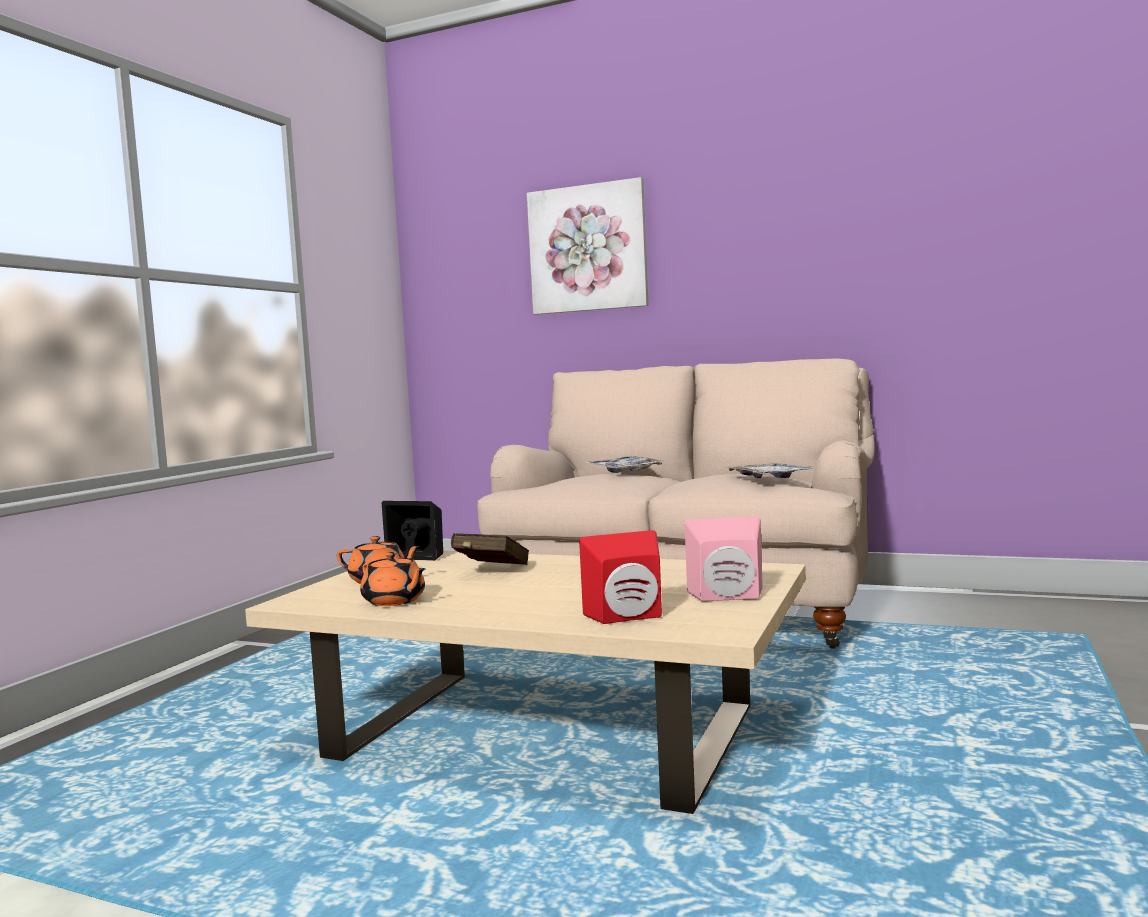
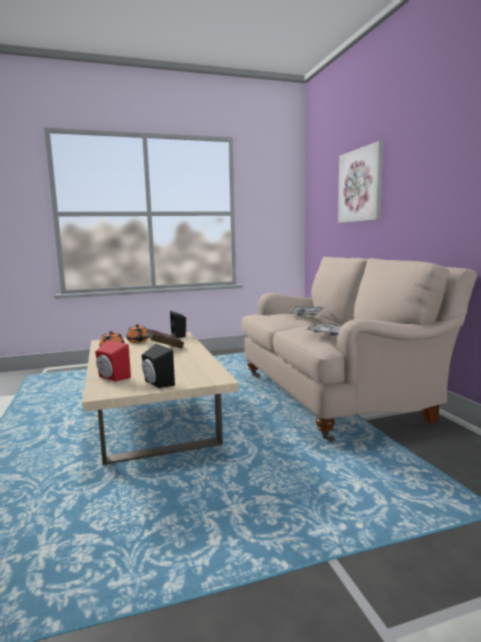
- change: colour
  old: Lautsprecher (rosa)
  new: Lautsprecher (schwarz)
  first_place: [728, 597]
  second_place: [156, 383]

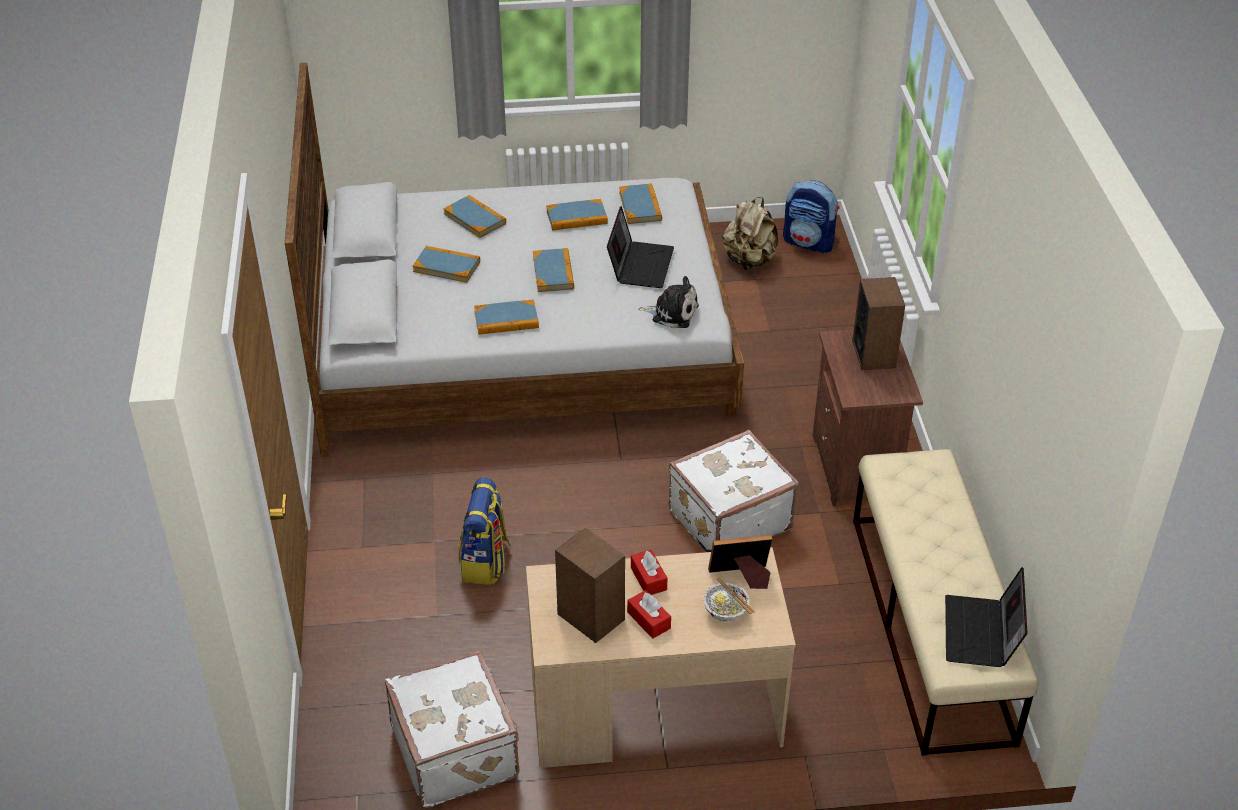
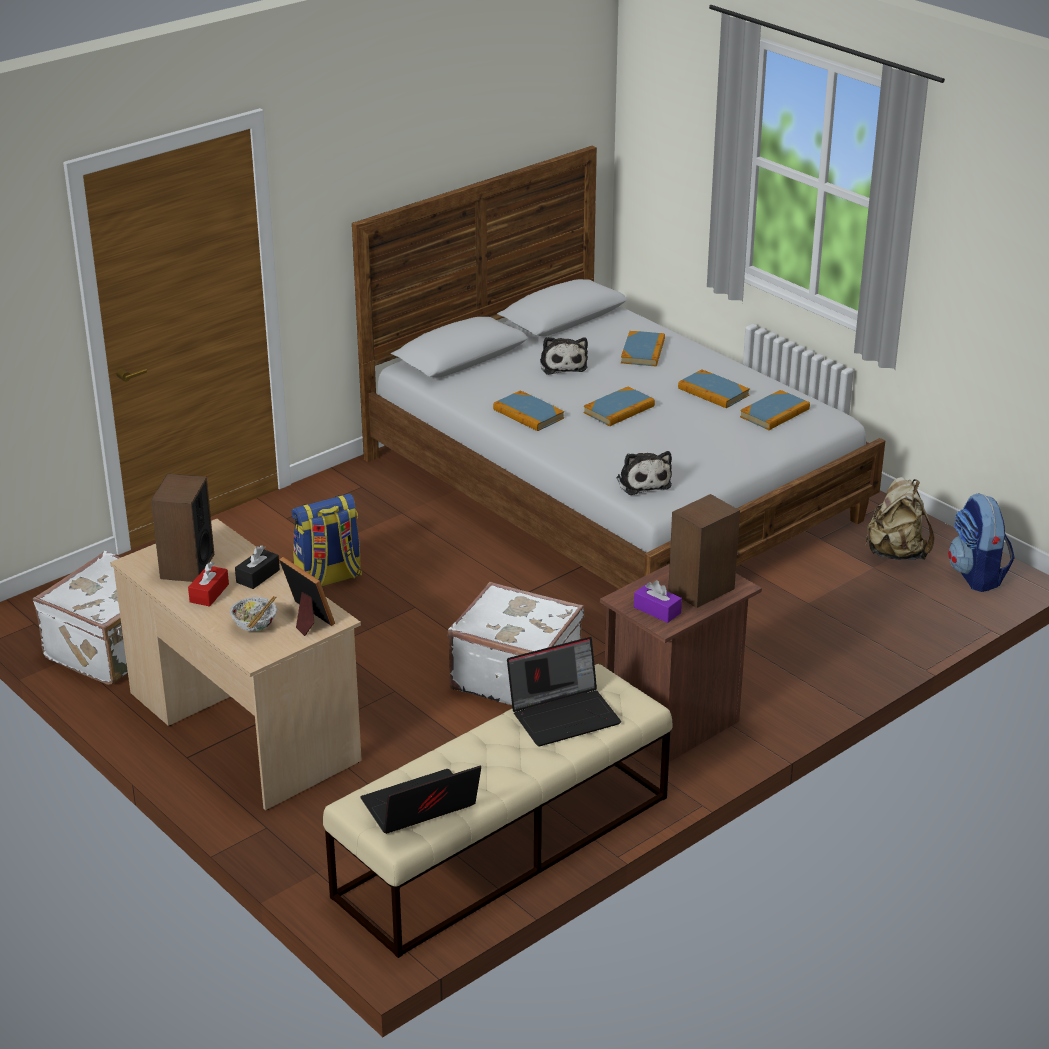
- change: appeared
  new: Taschentuchbox (lila)
  second_place: [657, 610]
- change: relocated
  old: Laptop
  first_place: [640, 264]
  second_place: [564, 714]
- change: exchanged
  old: Buch
  new: Plüschtier
  first_place: [446, 266]
  second_place: [562, 365]
- change: colour
  old: Taschentuchbox (rot)
  new: Taschentuchbox (schwarz)
  first_place: [648, 579]
  second_place: [258, 576]

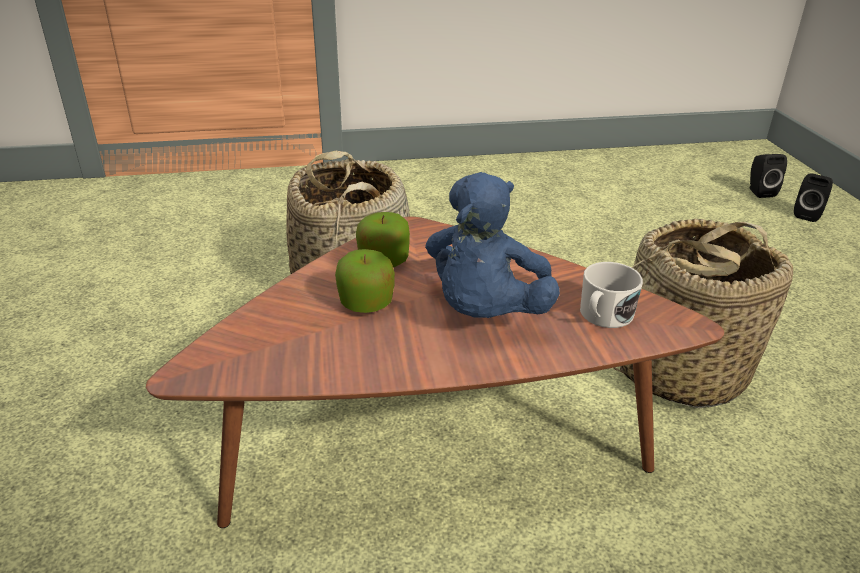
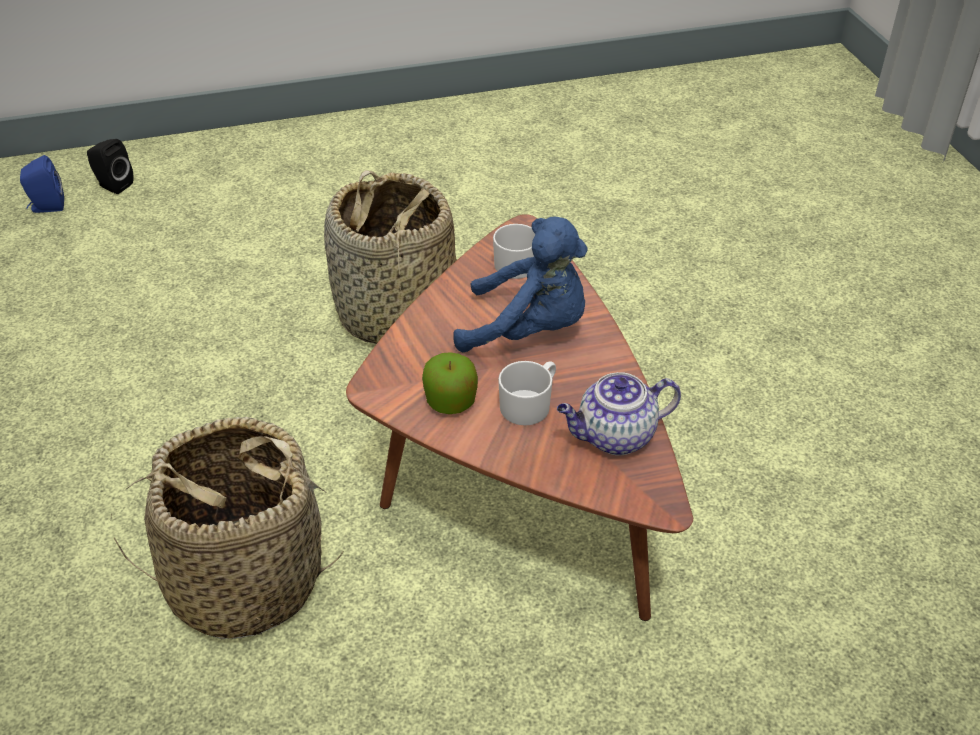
- change: appeared
  new: Teekanne
  second_place: [614, 437]
- change: exchanged
  old: Apfel
  new: Henkelbecher (weiß)
  first_place: [366, 303]
  second_place: [529, 404]
- change: colour
  old: Lautsprecher (schwarz)
  new: Lautsprecher (blau)
  first_place: [759, 192]
  second_place: [46, 207]

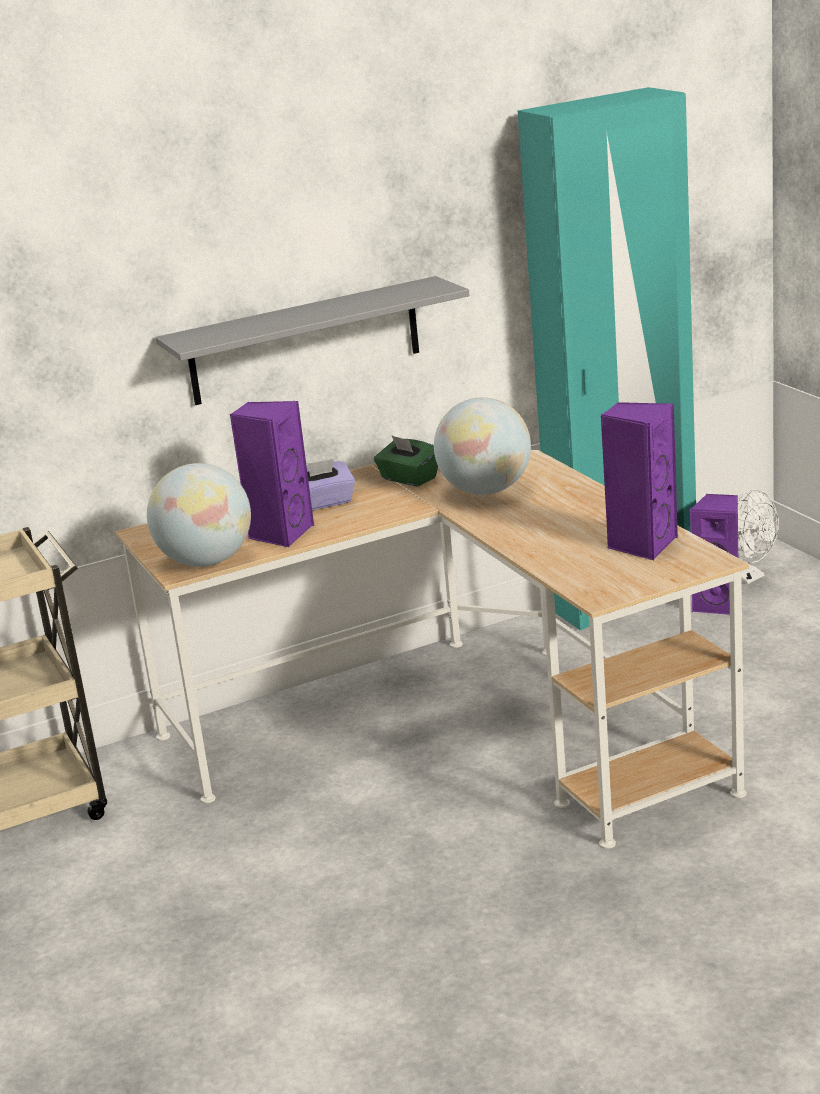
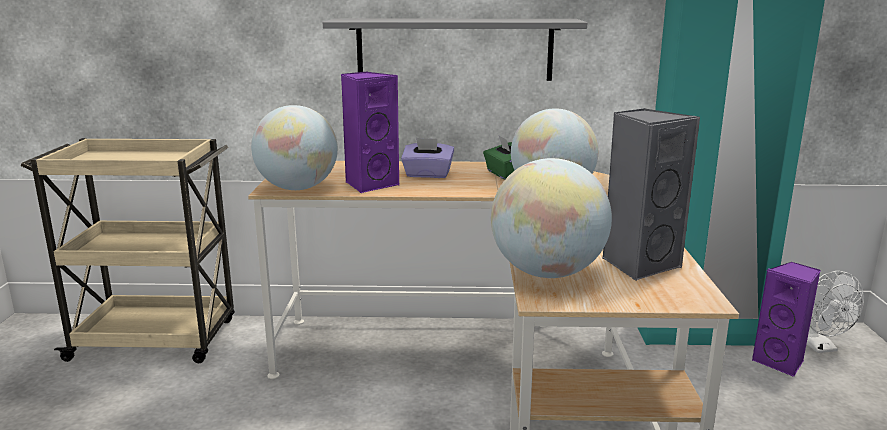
- change: appeared
  new: Globus
  second_place: [547, 273]
- change: colour
  old: Lautsprecher (lila)
  new: Lautsprecher (grau)
  first_place: [641, 544]
  second_place: [638, 264]

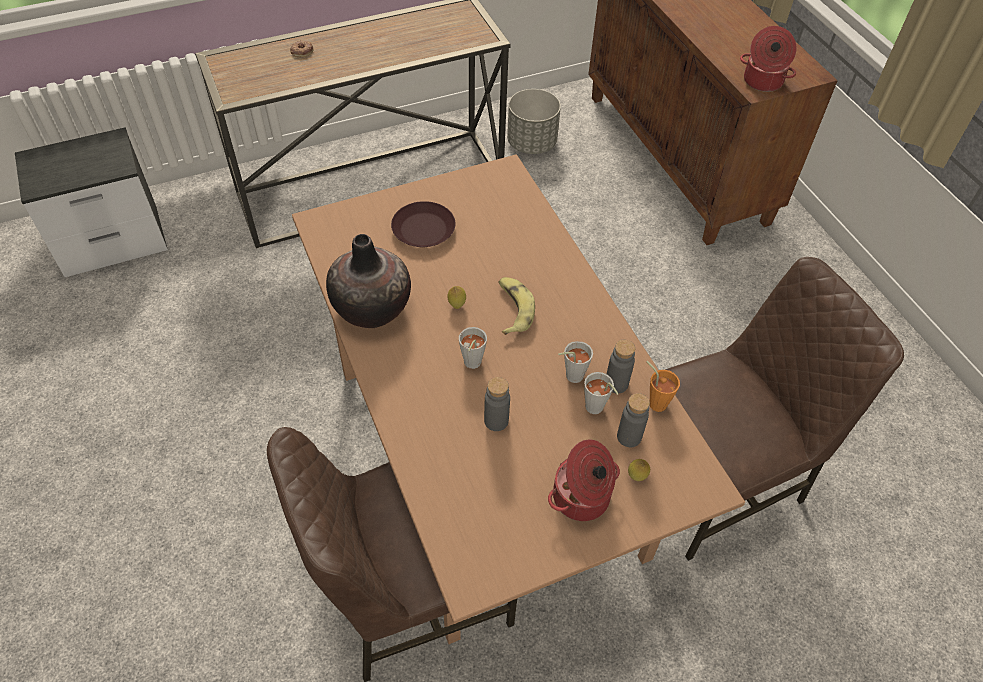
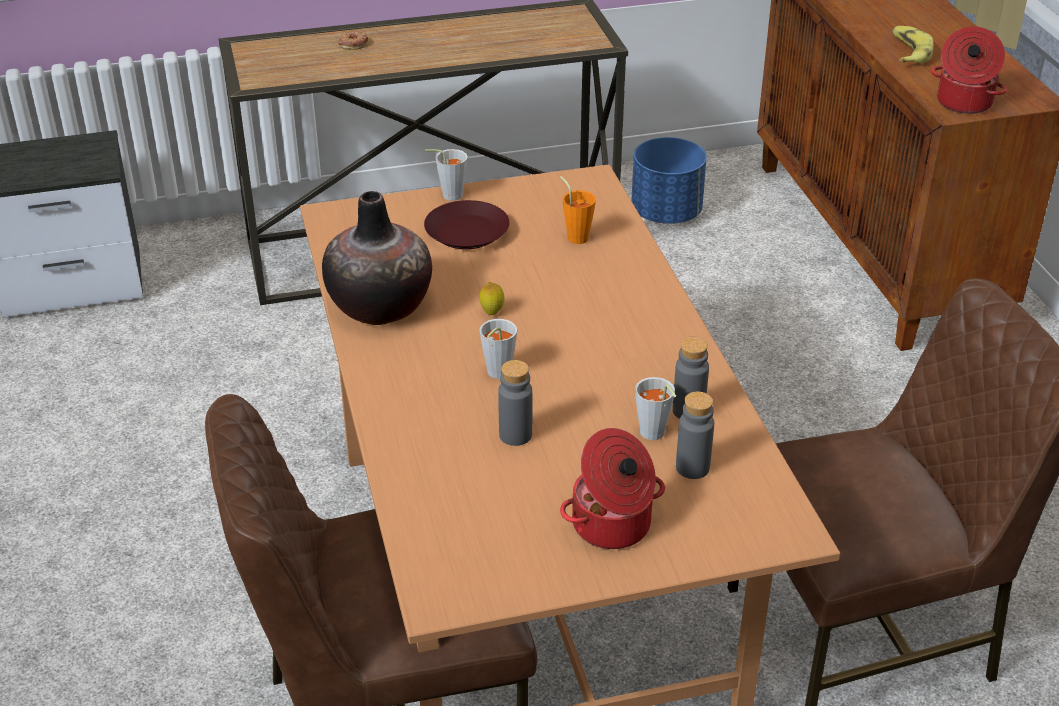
- change: missing
  old: Zitrone
  first_place: [636, 477]
- change: relocated
  old: Banane
  first_place: [513, 309]
  second_place: [908, 52]
- change: relocated
  old: Tasse (grau)
  first_place: [570, 376]
  second_place: [447, 195]
- change: relocated
  old: Tasse (orange)
  first_place: [655, 401]
  second_place: [575, 235]
- change: colour
  old: Pflanzkübel (grau)
  new: Pflanzkübel (blau)
  first_place: [531, 143]
  second_place: [666, 213]

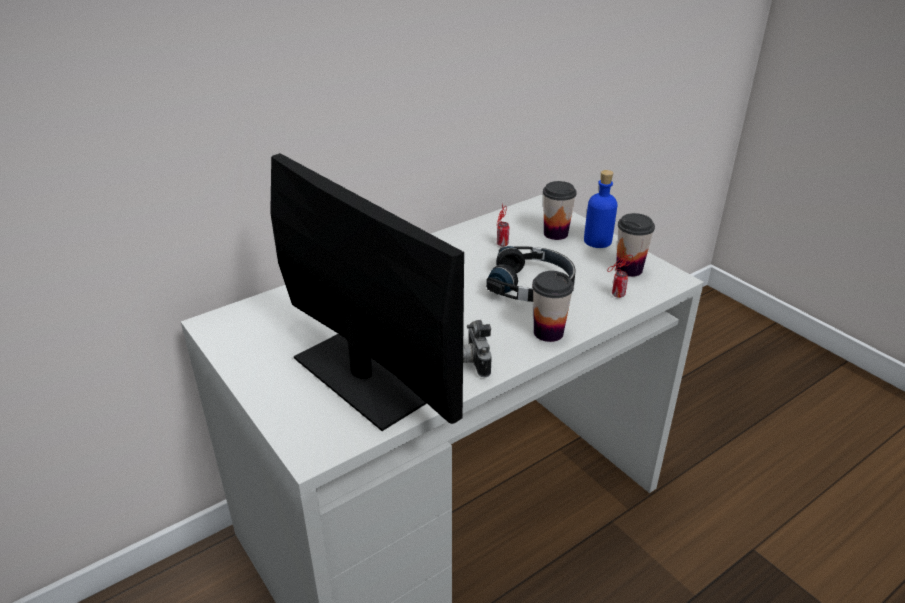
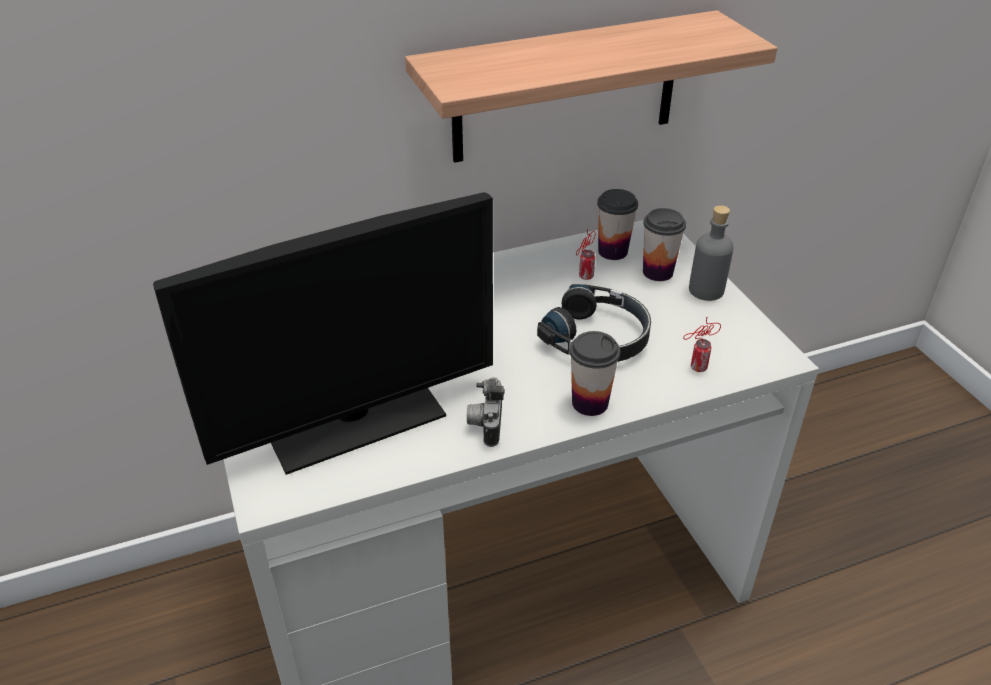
- change: appeared
  new: Wandregal
  second_place: [566, 88]
- change: relocated
  old: Tasse
  first_place: [629, 269]
  second_place: [612, 251]
- change: colour
  old: Flasche (blau)
  new: Flasche (grau)
  first_place: [597, 241]
  second_place: [706, 290]
- change: spun
  old: Monitor
  first_place: [362, 377]
  second_place: [354, 420]
  degrees: 90

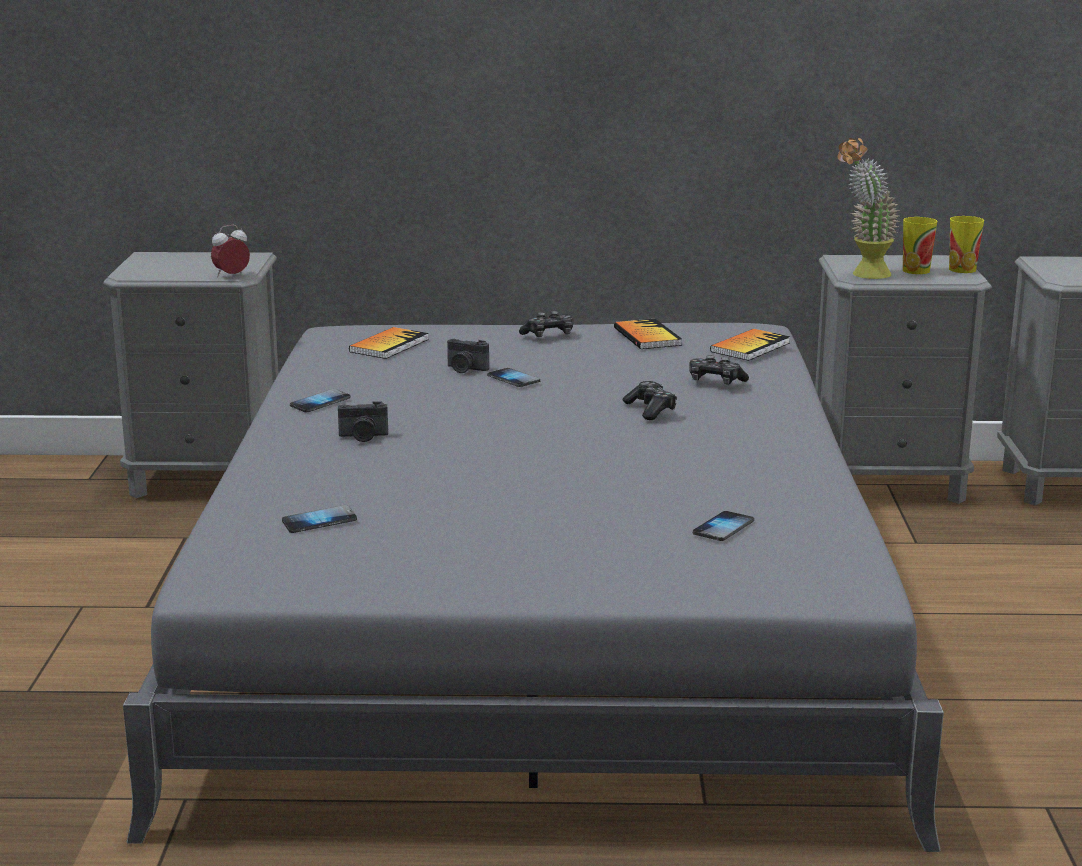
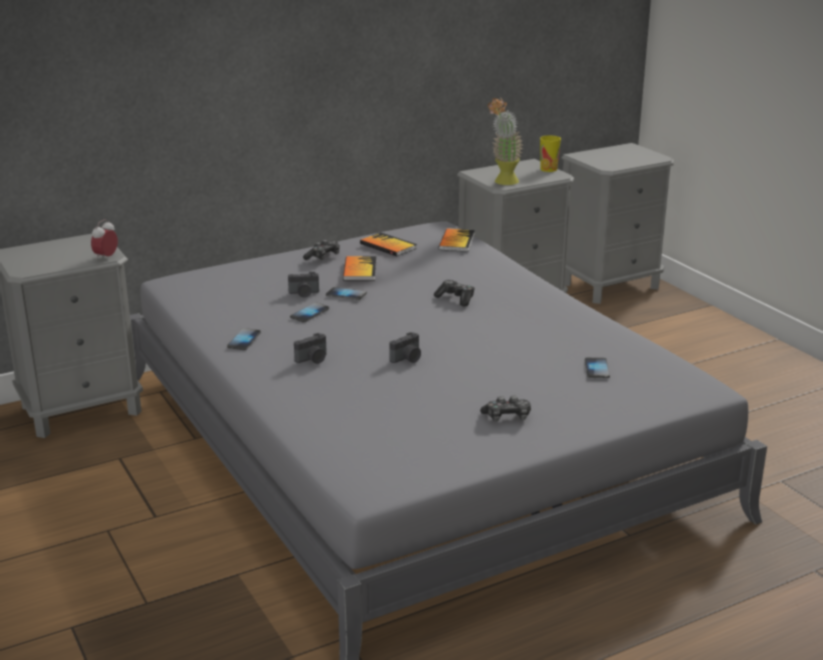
- change: missing
  old: Tasse
  first_place: [916, 270]
- change: appeared
  new: Kamera
  second_place: [407, 359]
- change: relocated
  old: Handy
  first_place: [319, 521]
  second_place: [309, 313]
- change: relocated
  old: Buch
  first_place: [389, 345]
  second_place: [360, 270]
- change: relocated
  old: Gamepad
  first_place: [715, 381]
  second_place: [507, 417]

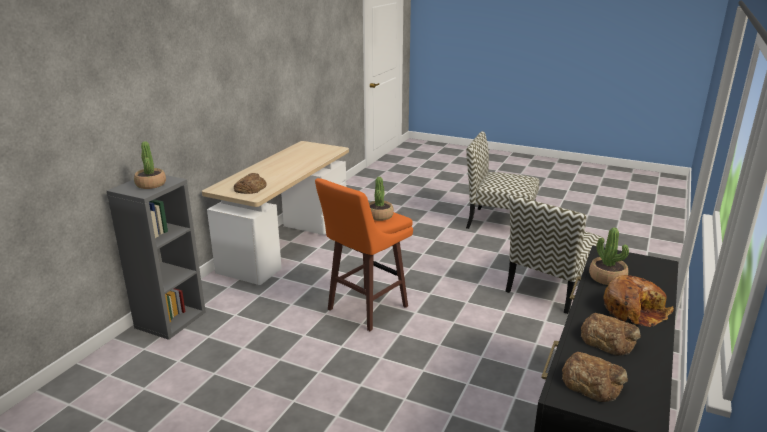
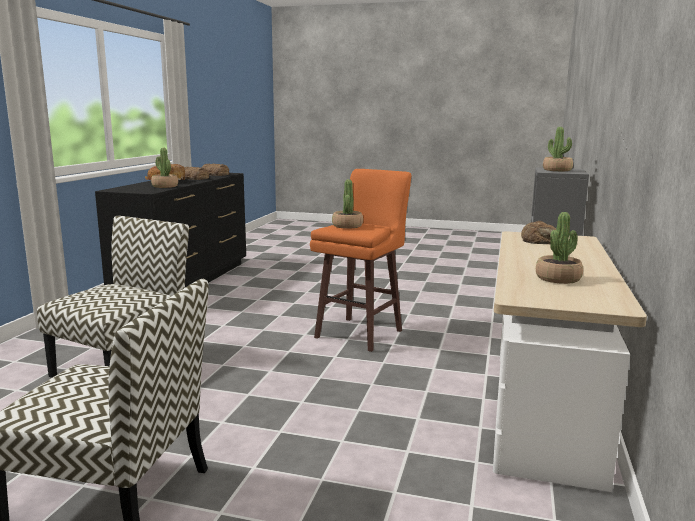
- change: appeared
  new: Topfpflanze
  second_place: [558, 278]

